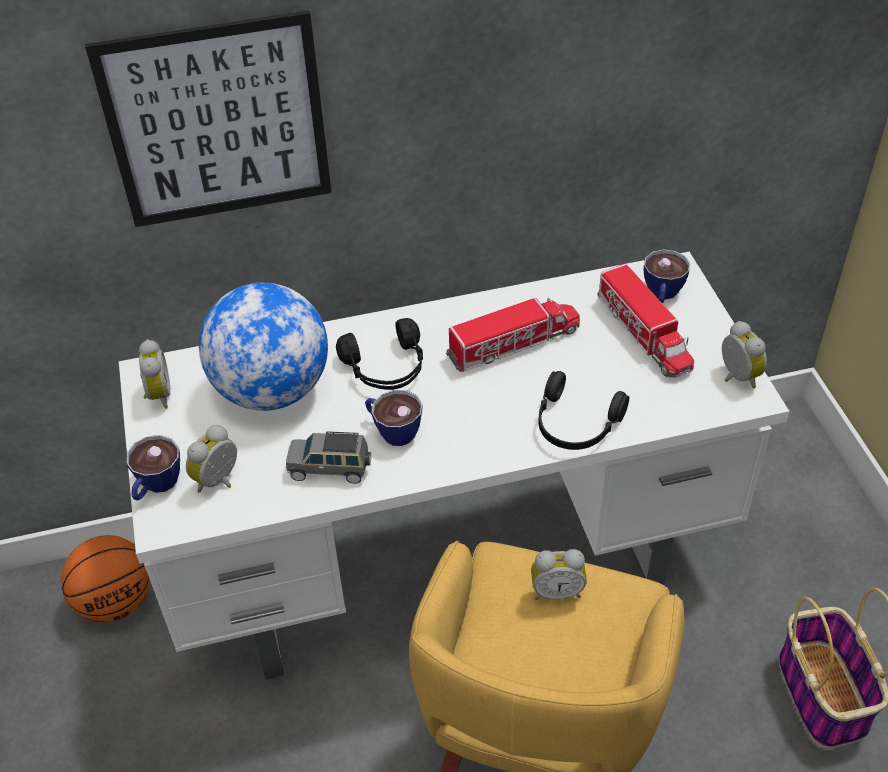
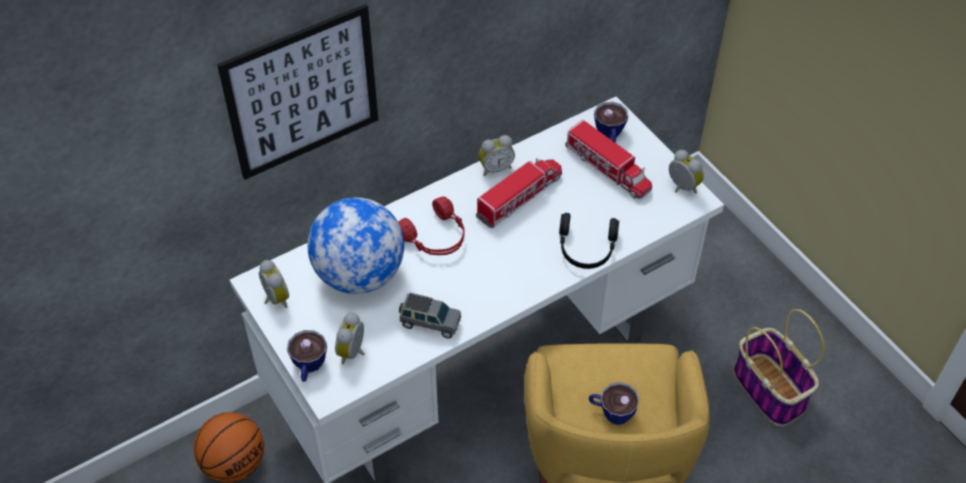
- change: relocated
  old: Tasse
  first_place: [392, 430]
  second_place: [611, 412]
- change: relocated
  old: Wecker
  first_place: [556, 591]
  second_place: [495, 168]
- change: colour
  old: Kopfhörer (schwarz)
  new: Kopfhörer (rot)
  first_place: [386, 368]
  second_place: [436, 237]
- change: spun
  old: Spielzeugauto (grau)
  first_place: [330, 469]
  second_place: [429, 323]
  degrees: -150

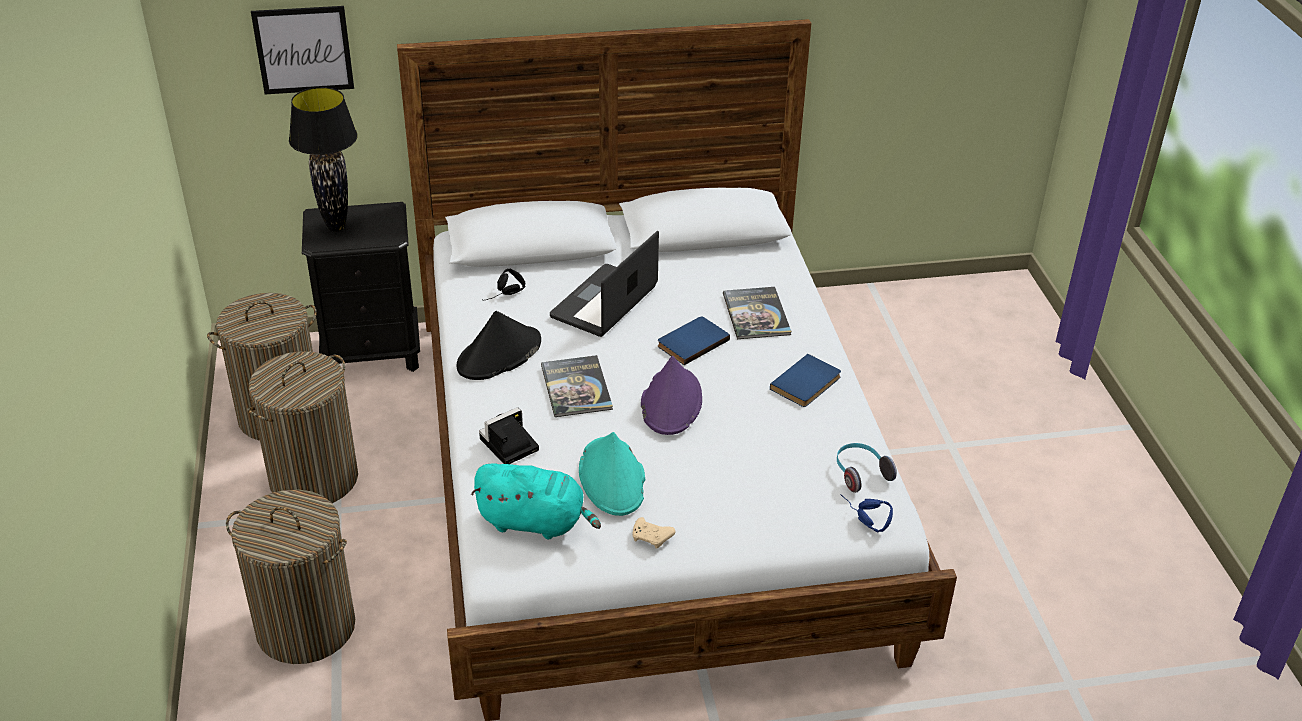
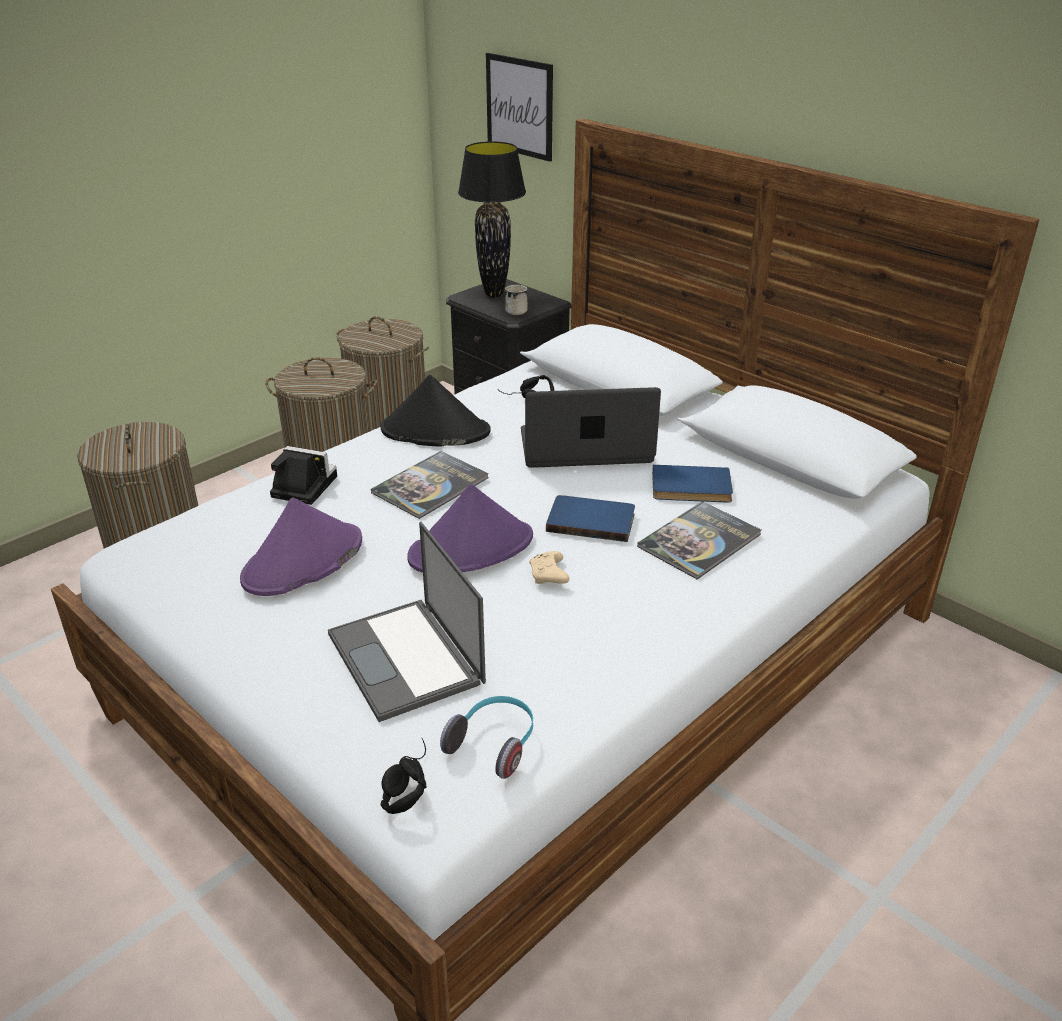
- change: missing
  old: Plüschtier (türkis)
  first_place: [535, 522]
- change: appeared
  new: Laptop
  second_place: [407, 659]
- change: appeared
  new: Henkelbecher (weiß)
  second_place: [518, 310]
- change: relocated
  old: Gamepad (beige)
  first_place: [652, 538]
  second_place: [549, 576]
- change: relocated
  old: Buch (blau)
  first_place: [807, 384]
  second_place: [691, 488]
- change: colour
  old: Hut (türkis)
  new: Hut (lila)
  first_place: [612, 478]
  second_place: [303, 561]
- change: colour
  old: Kopfhörer (blau)
  new: Kopfhörer (schwarz)
  first_place: [862, 518]
  second_place: [404, 783]

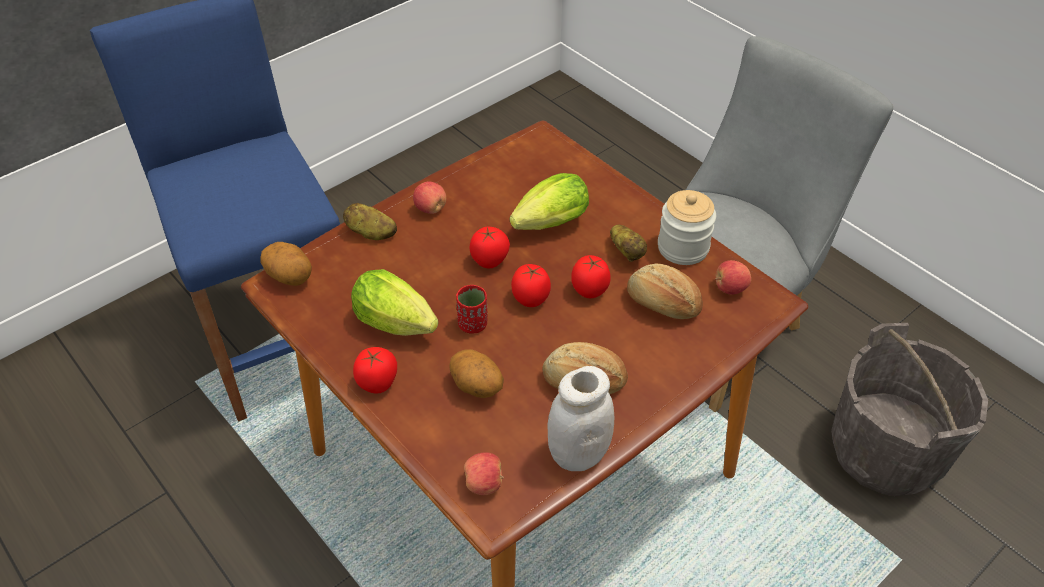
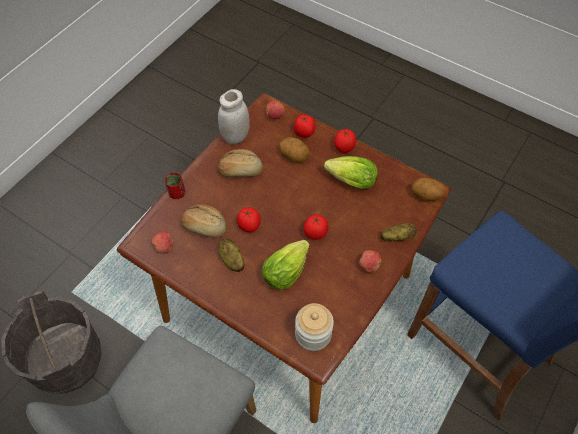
- change: relocated
  old: Tasse (rot)
  first_place: [473, 324]
  second_place: [177, 193]
- change: relocated
  old: Tomate
  first_place: [530, 298]
  second_place: [304, 133]
- change: relocated
  old: Vorratsglas
  first_place: [683, 247]
  second_place: [313, 334]

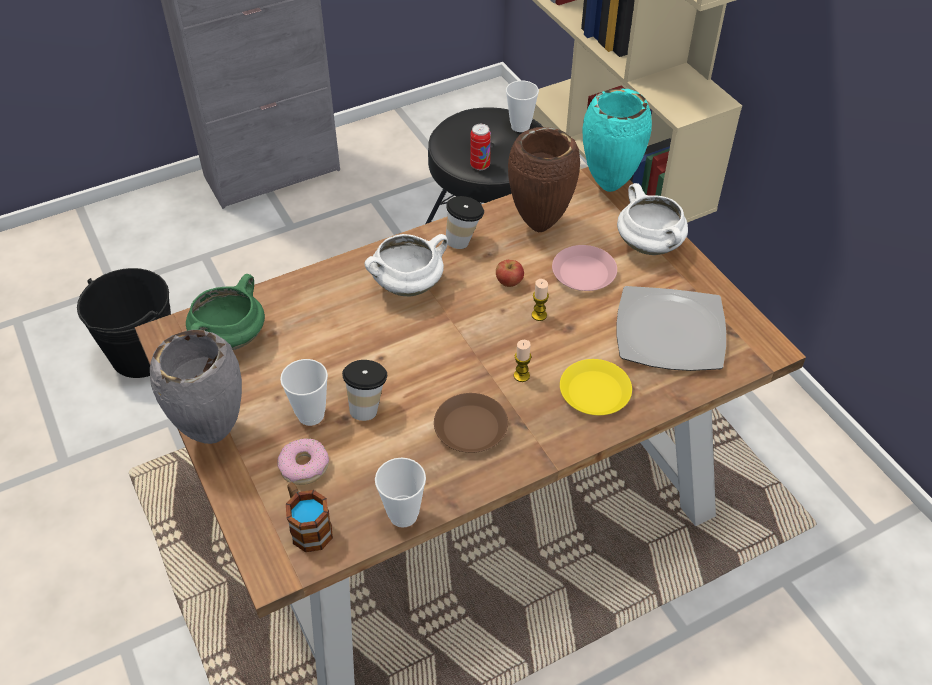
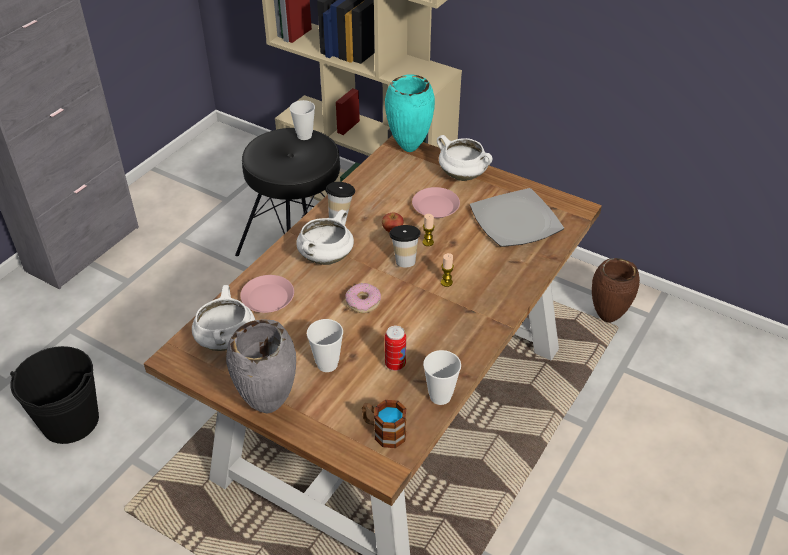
- change: missing
  old: Teller (braun)
  first_place: [471, 427]
- change: missing
  old: Teller (gelb)
  first_place: [594, 392]
- change: appeared
  new: Teller (rosa)
  second_place: [268, 298]
- change: relocated
  old: Donut
  first_place: [304, 466]
  second_place: [363, 302]
- change: relocated
  old: Tasse
  first_place: [367, 406]
  second_place: [404, 259]
- change: relocated
  old: Dose
  first_place: [480, 165]
  second_place: [395, 364]
- change: relocated
  old: Vase (braun)
  first_place: [540, 225]
  second_place: [606, 318]
- change: colour
  old: Kochtopf (grün)
  new: Kochtopf (weiß)
  first_place: [230, 338]
  second_place: [226, 340]

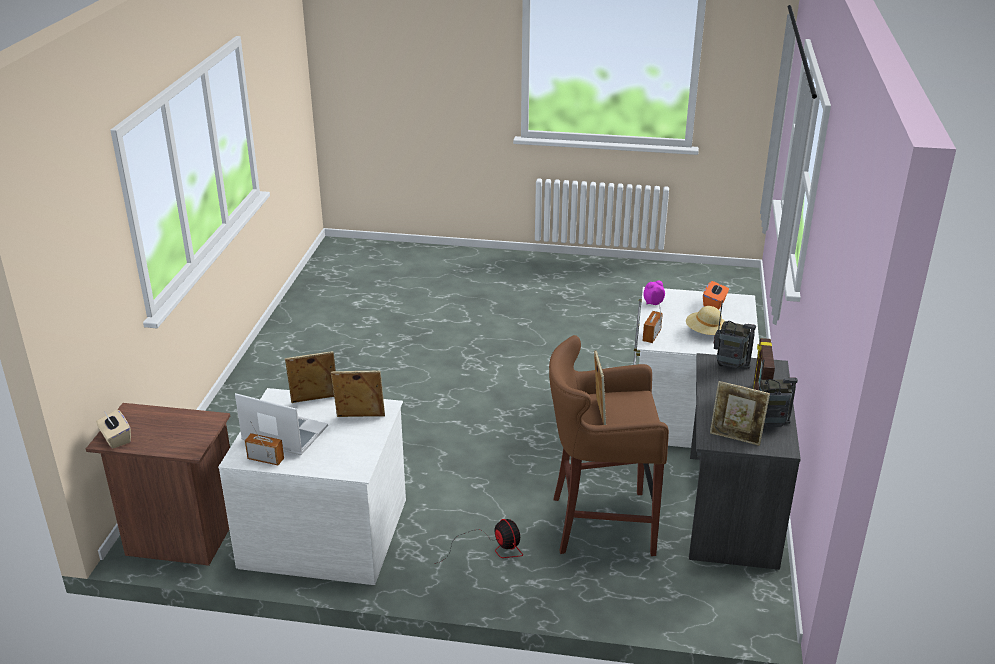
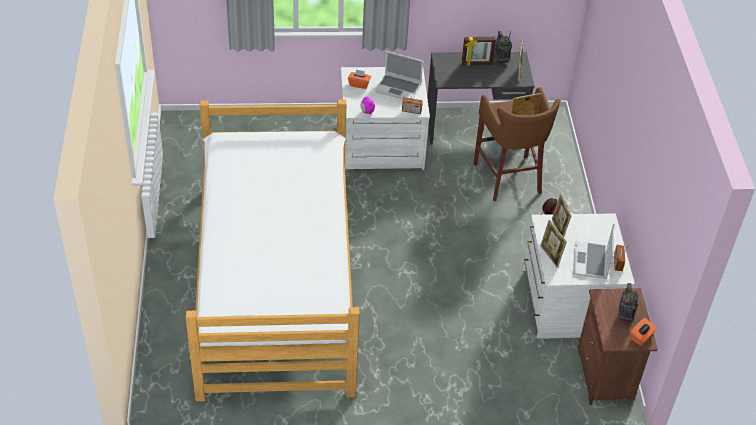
- change: appeared
  new: Bett
  second_place: [275, 284]
- change: relocated
  old: Radio
  first_place: [730, 366]
  second_place: [625, 317]
- change: exchanged
  old: Hut (beige)
  new: Laptop
  first_place: [705, 332]
  second_place: [399, 88]
- change: colour
  old: Taschentuchbox (beige)
  new: Taschentuchbox (orange)
  first_place: [116, 438]
  second_place: [641, 337]

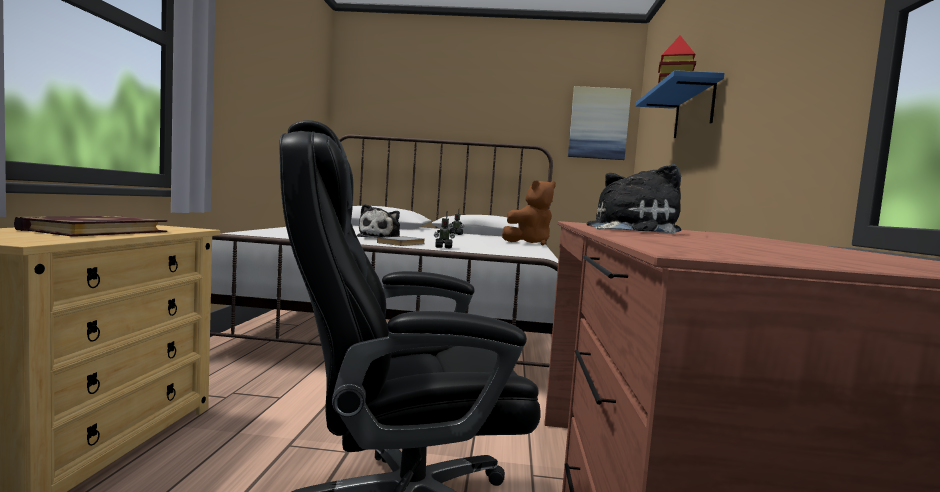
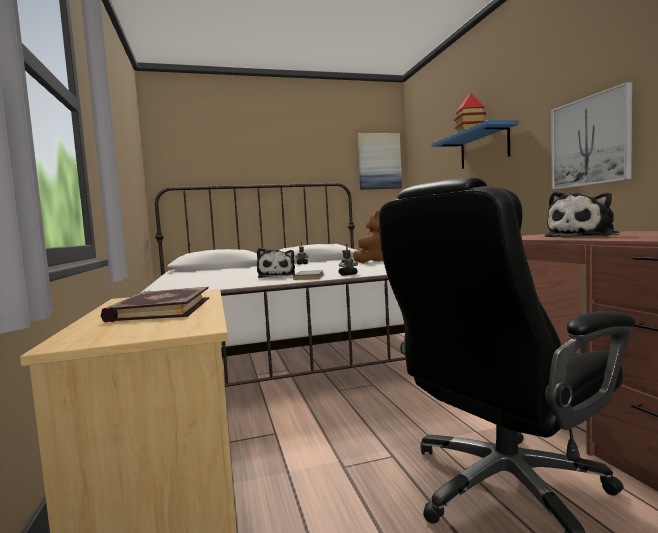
- change: appeared
  new: Bild
  second_place: [590, 141]
- change: spun
  old: Plüschtier
  first_place: [627, 229]
  second_place: [584, 236]
  degrees: -150

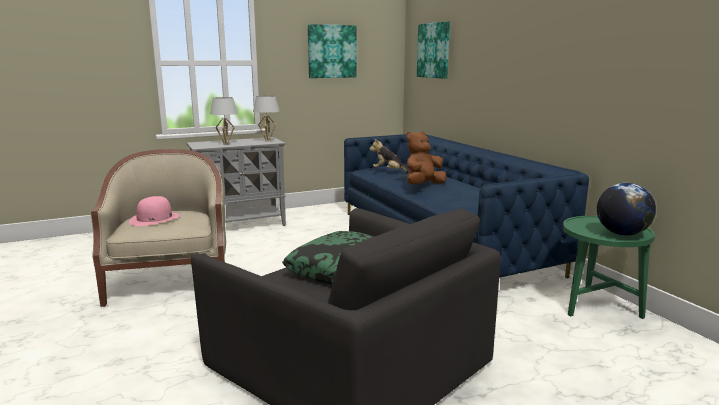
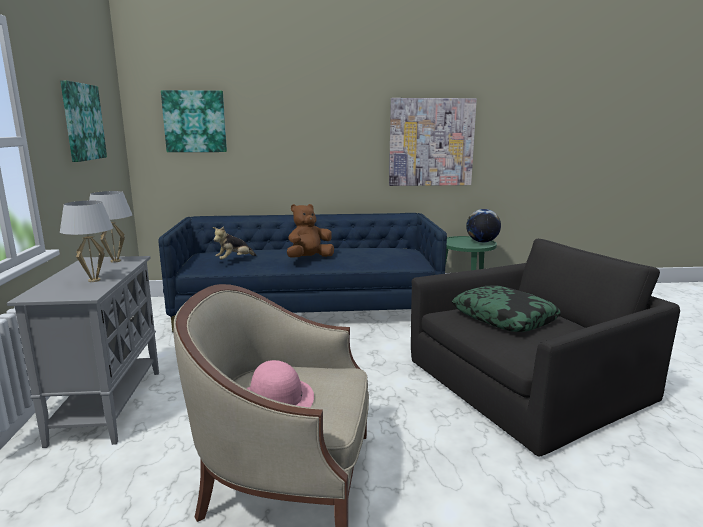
- change: appeared
  new: Bild
  second_place: [431, 142]
- change: spun
  old: Plüschtier (braun)
  first_place: [423, 185]
  second_place: [309, 258]
  degrees: 75

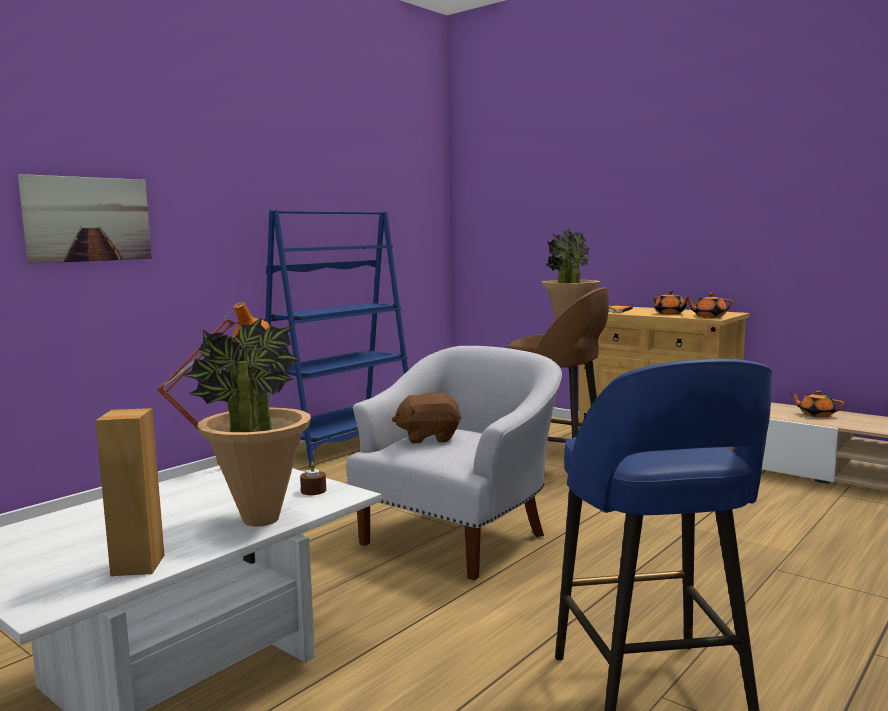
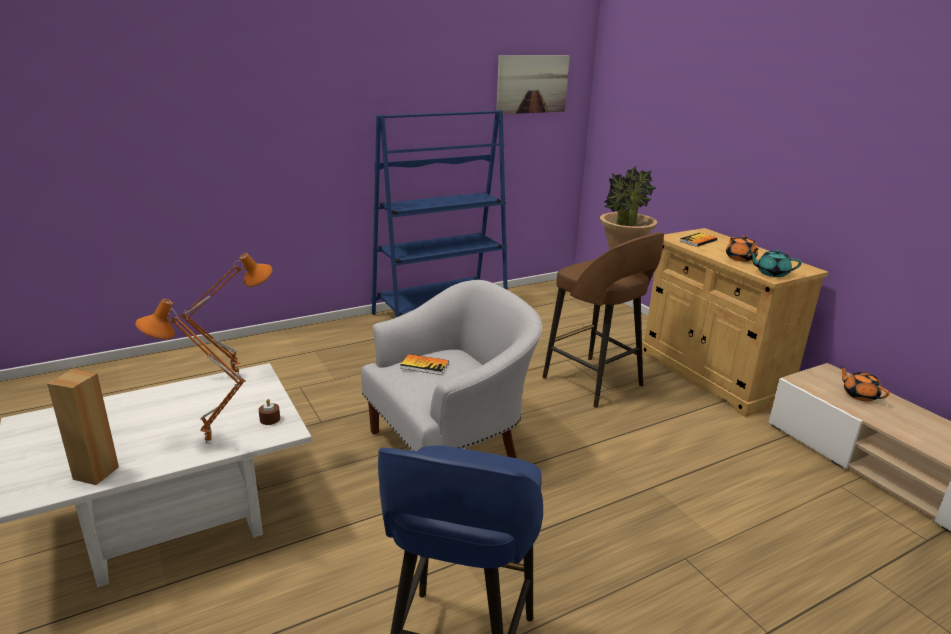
- change: relocated
  old: Bild
  first_place: [88, 219]
  second_place: [532, 84]
- change: exchanged
  old: Topfpflanze
  new: Tischlampe (orange)
  first_place: [260, 520]
  second_place: [206, 445]
- change: exchanged
  old: Plüschtier (braun)
  new: Buch
  first_place: [428, 438]
  second_place: [424, 365]
- change: colour
  old: Teekanne (orange)
  new: Teekanne (türkis)
  first_place: [709, 316]
  second_place: [771, 273]

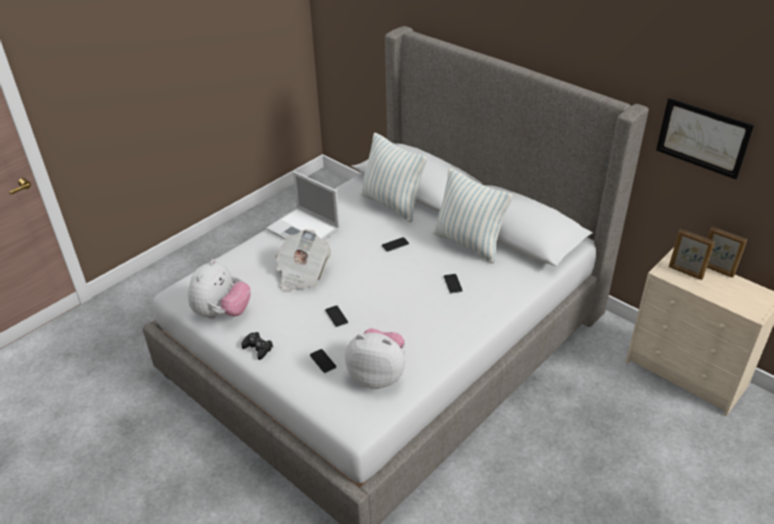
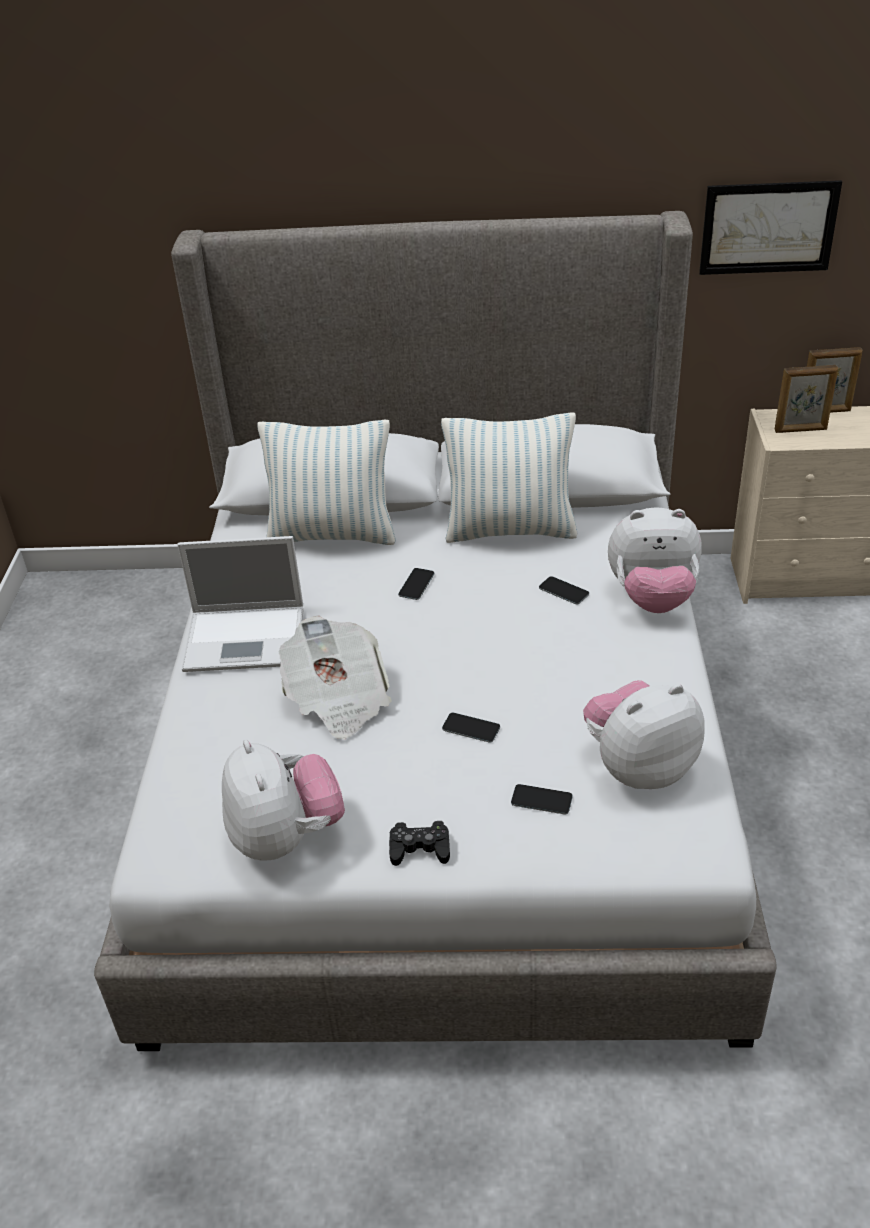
- change: appeared
  new: Plüschtier
  second_place: [652, 598]

